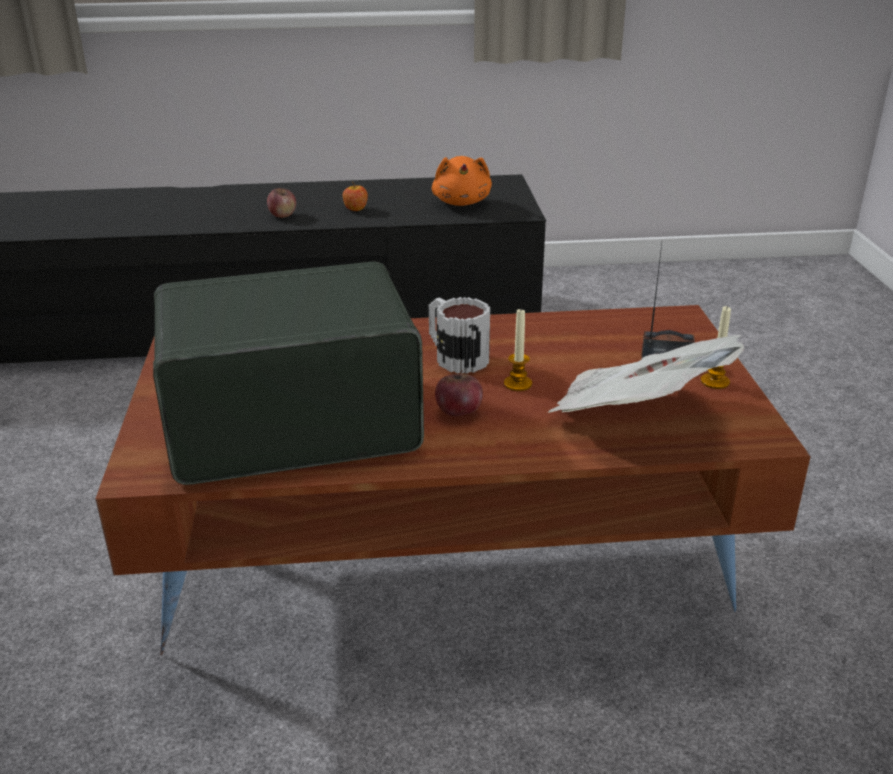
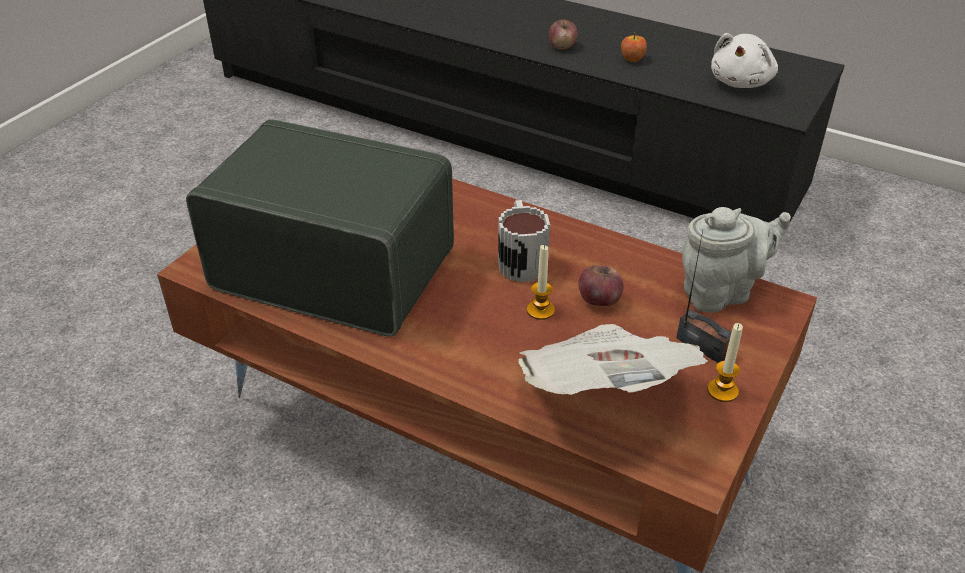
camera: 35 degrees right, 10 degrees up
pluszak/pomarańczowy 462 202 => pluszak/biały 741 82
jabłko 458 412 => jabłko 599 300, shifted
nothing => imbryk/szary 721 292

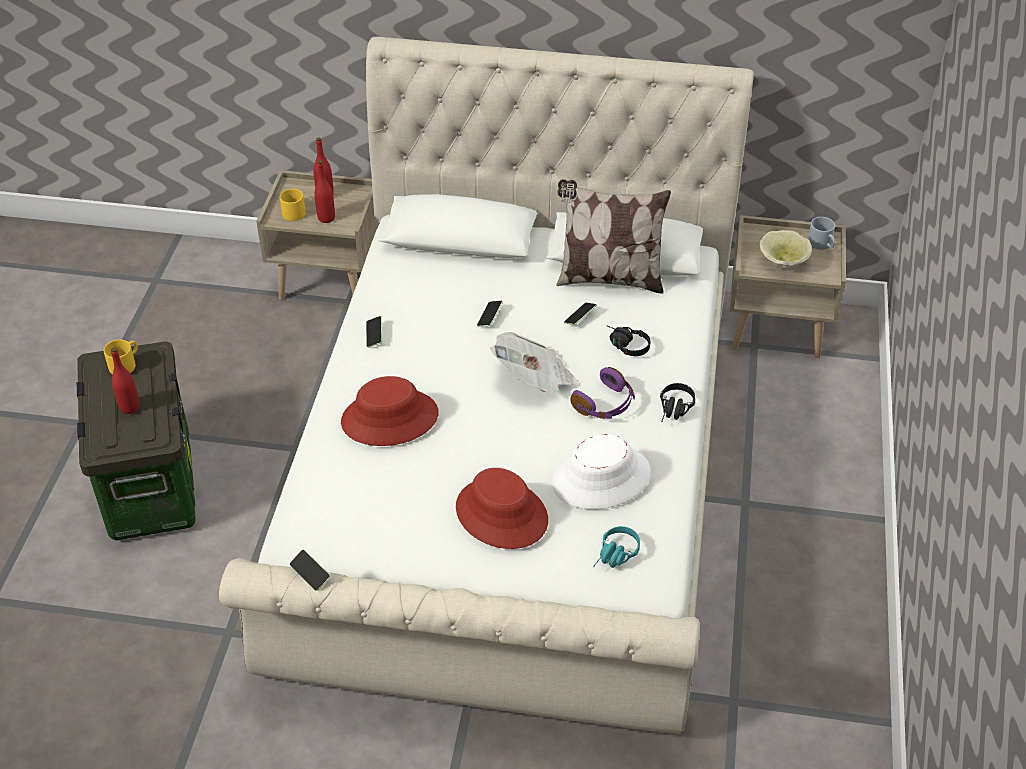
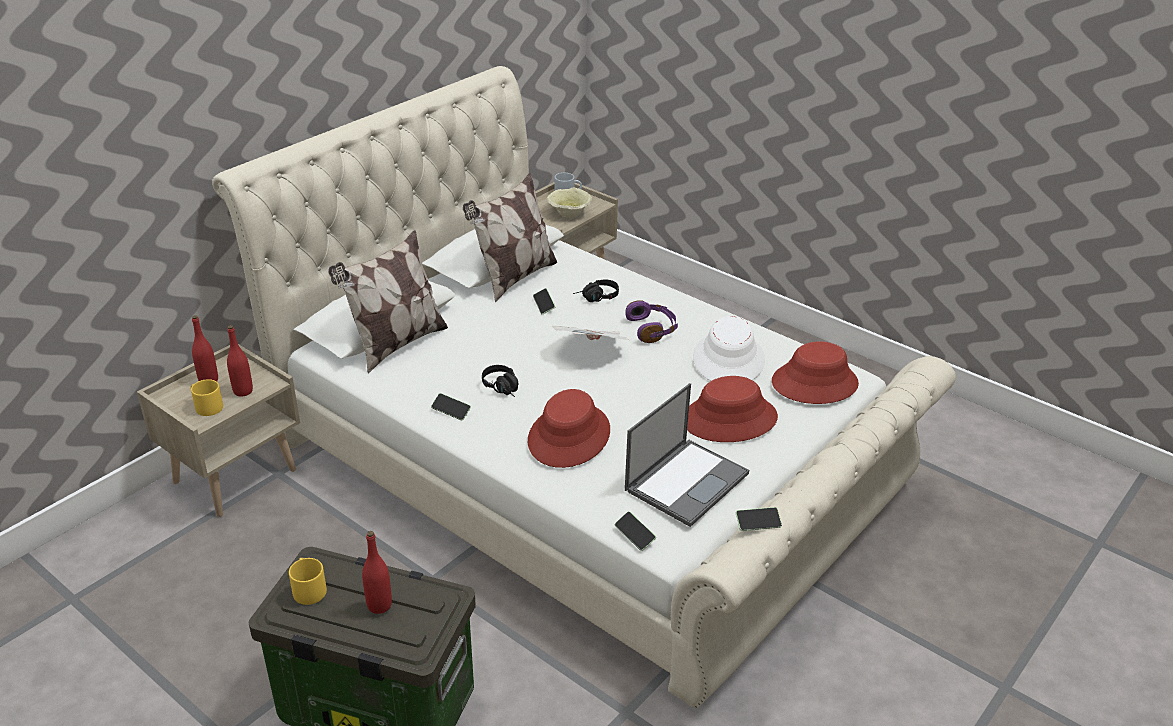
camera: 60 degrees left, 10 degrees down
telefon 489 317 => telefon 634 535, shifted
słuchawki/turkusowy 615 557 => kapelusz/czerwony 814 383
słuchawki/czarny 674 411 => słuchawki/czarny 504 389, shifted
nothing => poduszka 396 344
nothing => laptop 687 481

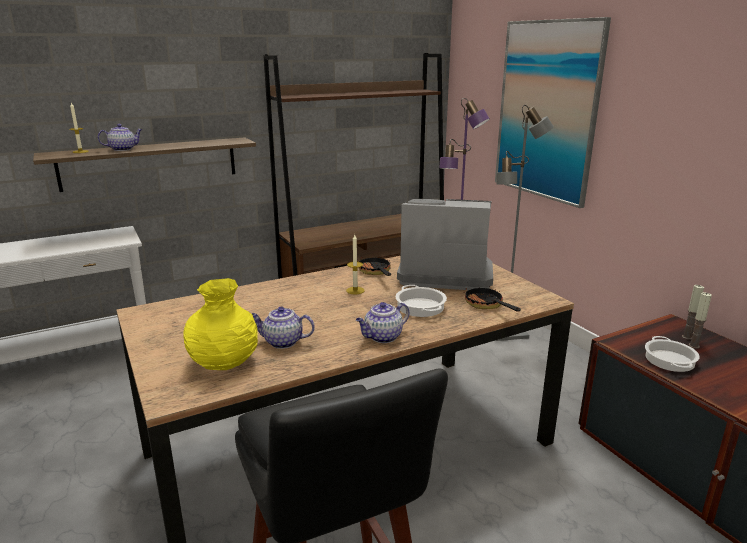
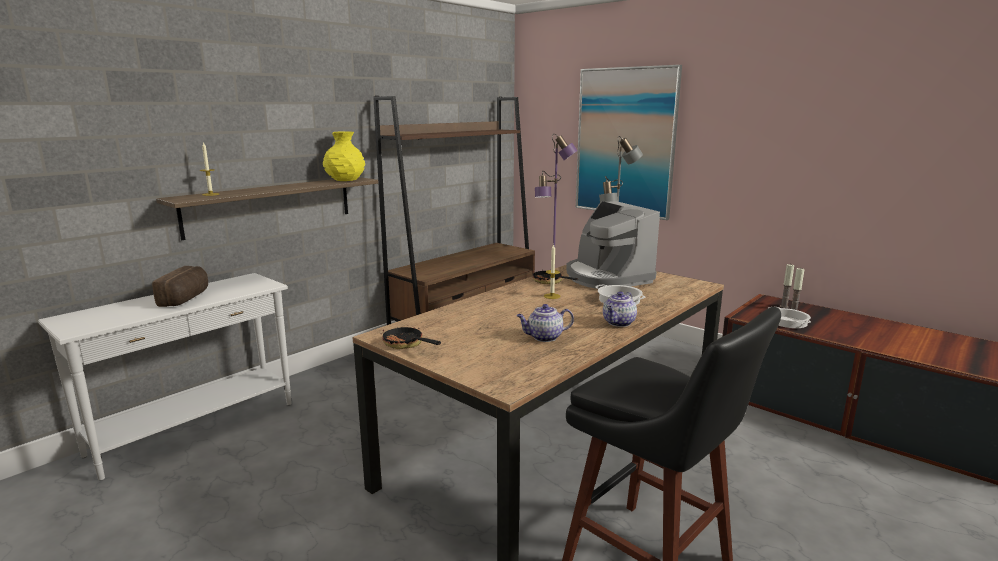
camera: 20 degrees left, 5 degrees down
imbryk 123 149 => nothing
wazon/żółty 223 363 => wazon/żółty 345 180, shifted
ekspres do kawy 444 274 => ekspres do kawy 606 277, 105 degrees counterclockwise
patelnia 487 305 => patelnia 407 345, shifted
nothing => chleb 187 298

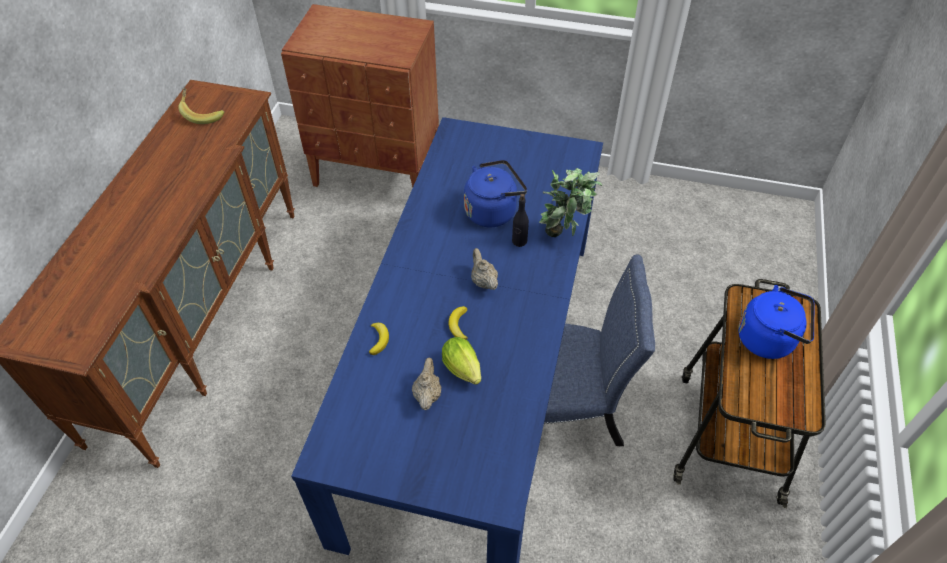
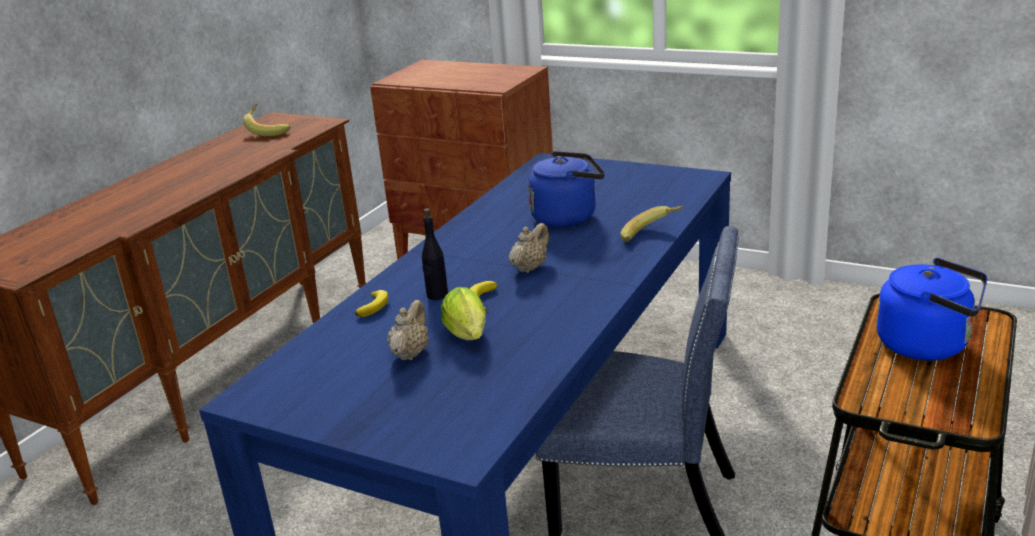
camera: 15 degrees right, 25 degrees down
imbryk/beżowy 483 281 => imbryk/beżowy 530 267, 45 degrees clockwise
butelka/czarny 519 241 => butelka/czarny 437 295, shifted
roślina doniczkowa 564 234 => banan 652 236

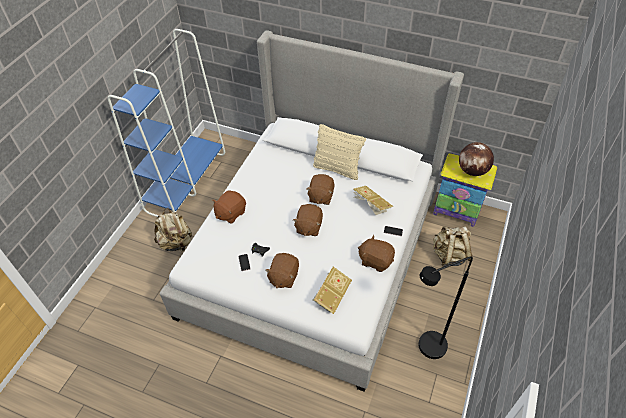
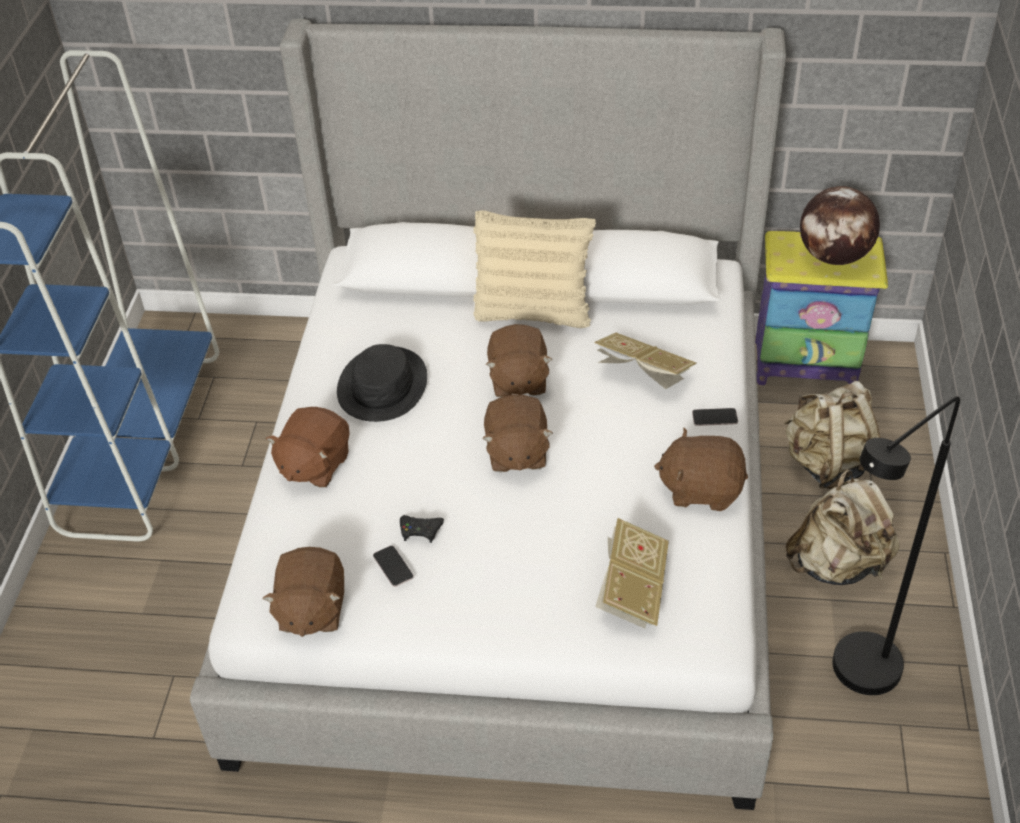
camera: 15 degrees left, 5 degrees down
plecak/beżowy 176 243 => plecak/beżowy 838 564, shifted
pluszak/brązowy 283 277 => pluszak/brązowy 311 610, shifted
nothing => kapelusz/czarny 383 386

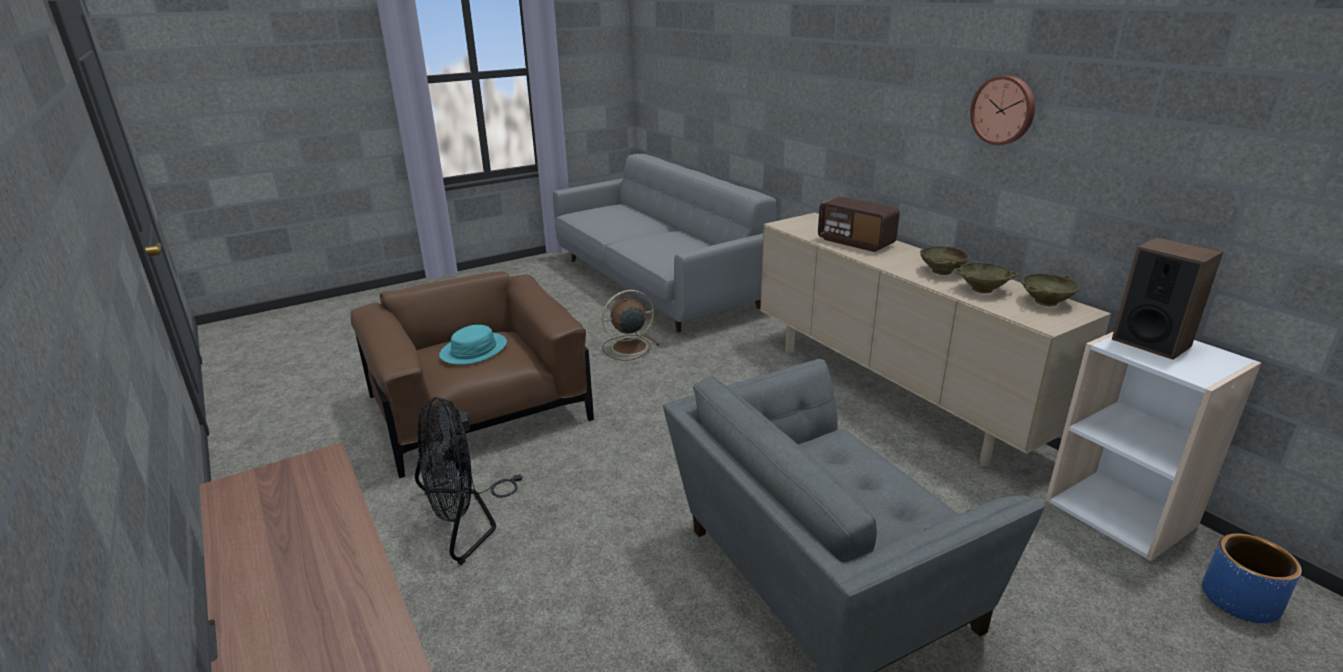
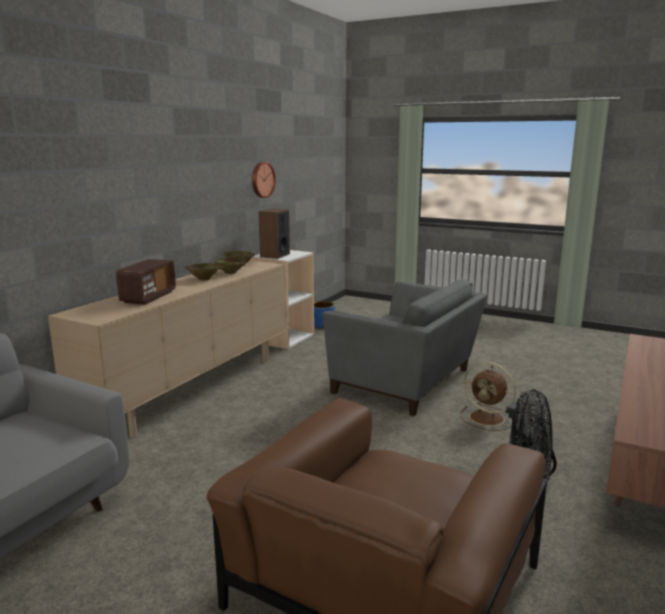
camera: 120 degrees left, 10 degrees down
kapelusz/turkusowy 474 350 => nothing
wentylator/brązowy 628 347 => wentylator/brązowy 488 418, shifted
zegar ścienny 1004 110 => zegar ścienny 262 179, shifted

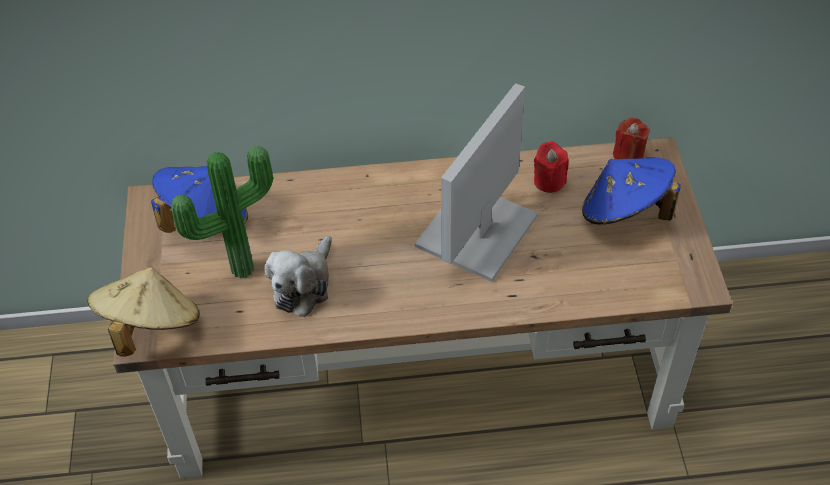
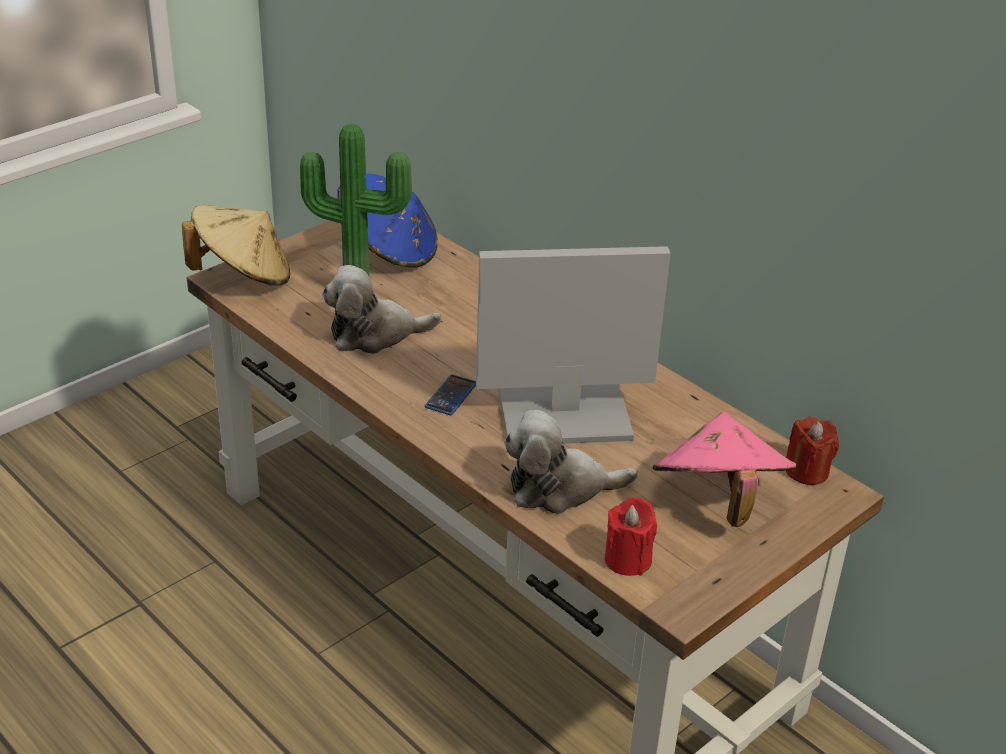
camera: 50 degrees right, 15 degrees down
świeca/czerwony 549 181 => świeca/czerwony 628 559, shifted
kapelusz/niebieski 624 212 => kapelusz/różowy 718 501
nothing => telefon 451 395
nothing => pluszak 560 488

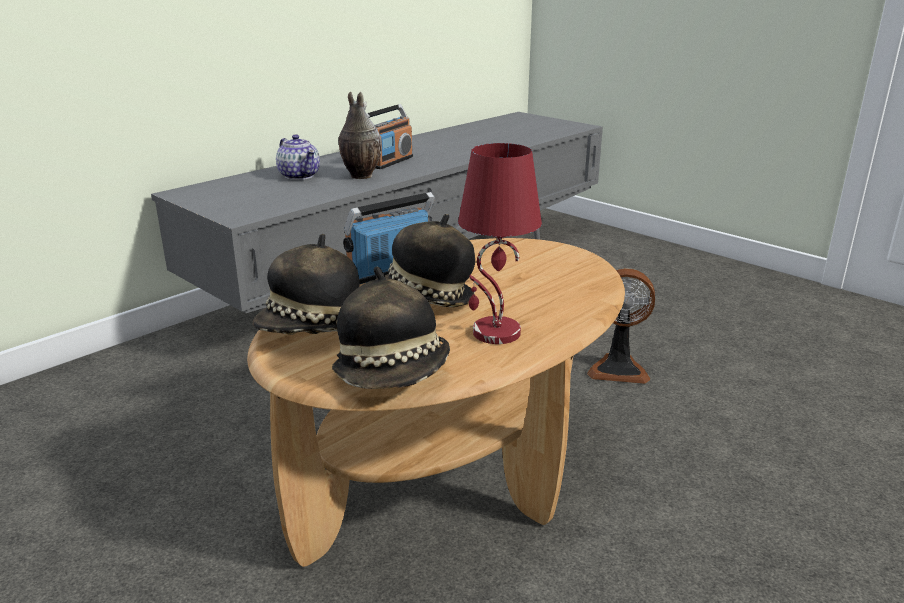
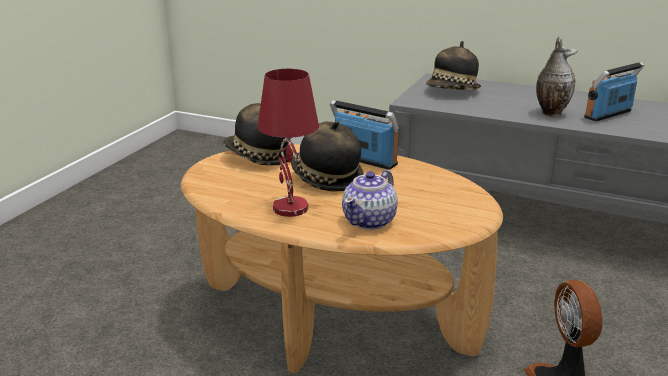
camera: 70 degrees right, 0 degrees up
imbryk 299 176 => imbryk 370 221, shifted
kapelusz 394 374 => kapelusz 452 91, shifted
radio 390 162 => radio 608 114, 135 degrees clockwise

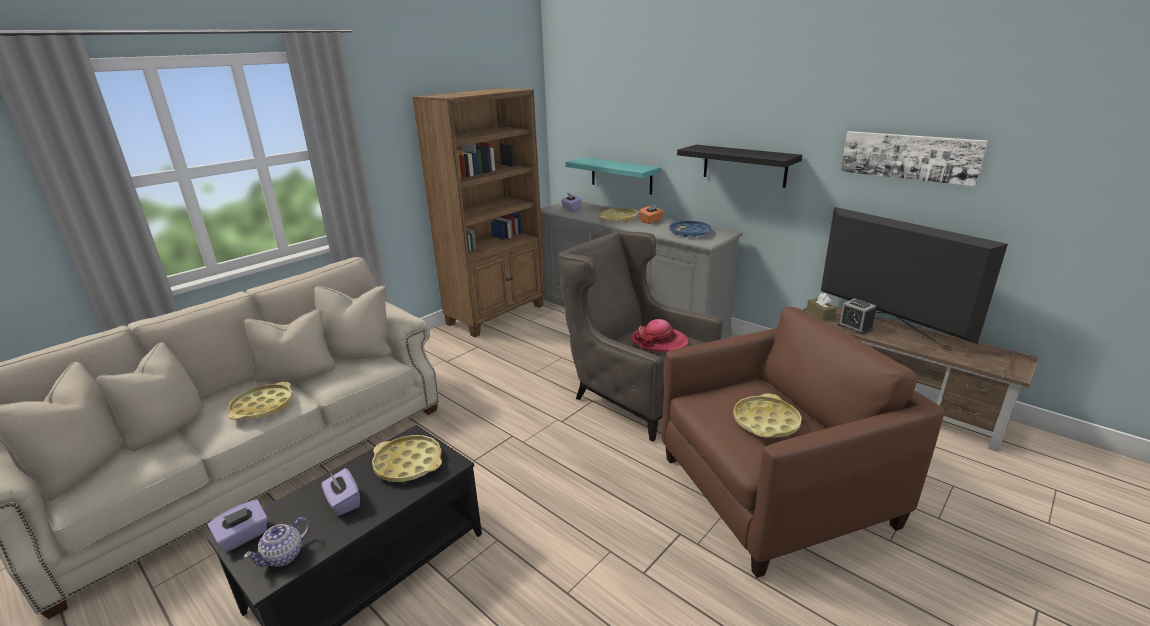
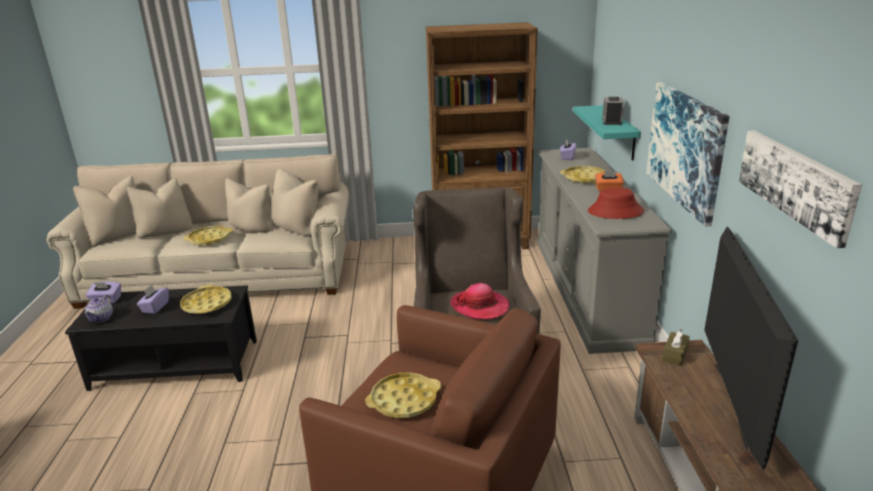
camera: 45 degrees right, 0 degrees up
imbryk 284 556 => imbryk 102 318, 75 degrees counterclockwise
taca/niebieski 689 232 => kapelusz/czerwony 615 212
półka/czarny 744 165 => obraz 685 148
budzik 855 327 => budzik 612 121, shifted

